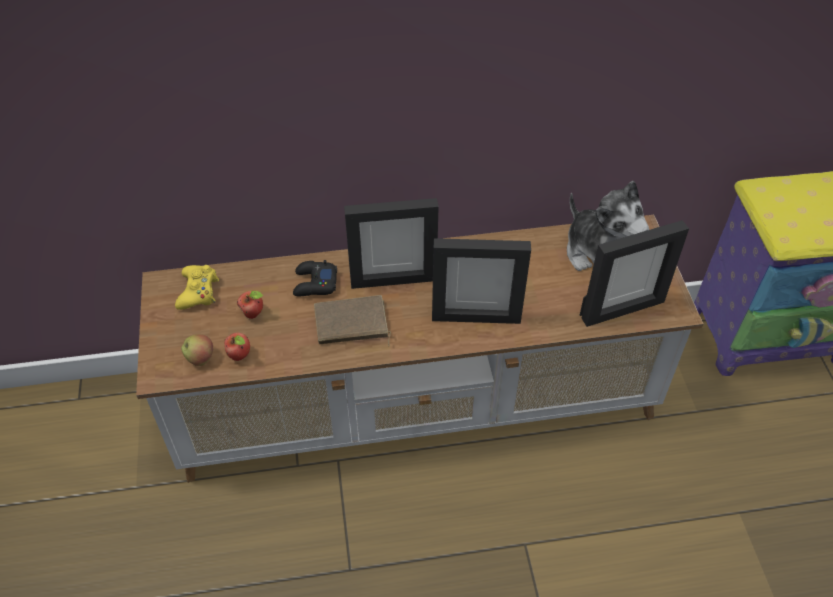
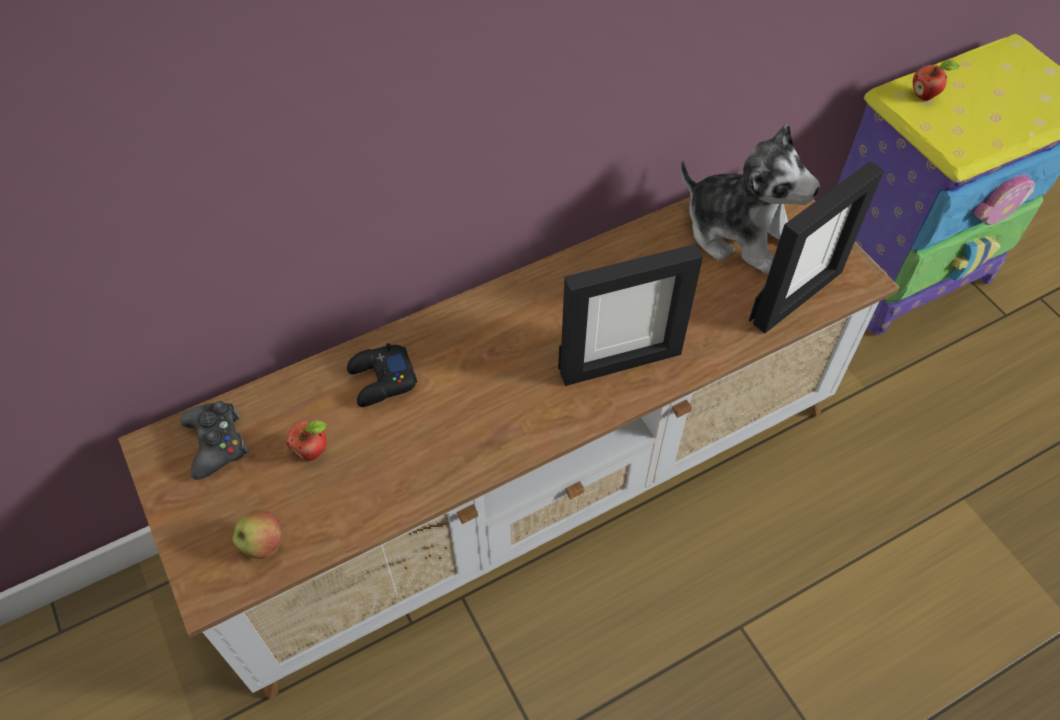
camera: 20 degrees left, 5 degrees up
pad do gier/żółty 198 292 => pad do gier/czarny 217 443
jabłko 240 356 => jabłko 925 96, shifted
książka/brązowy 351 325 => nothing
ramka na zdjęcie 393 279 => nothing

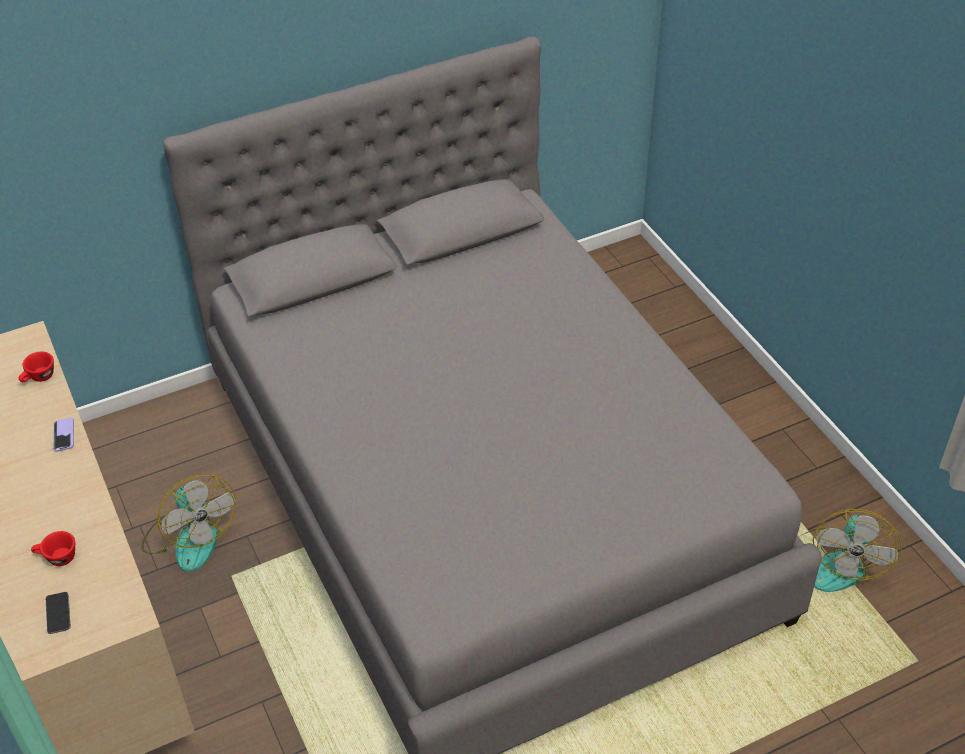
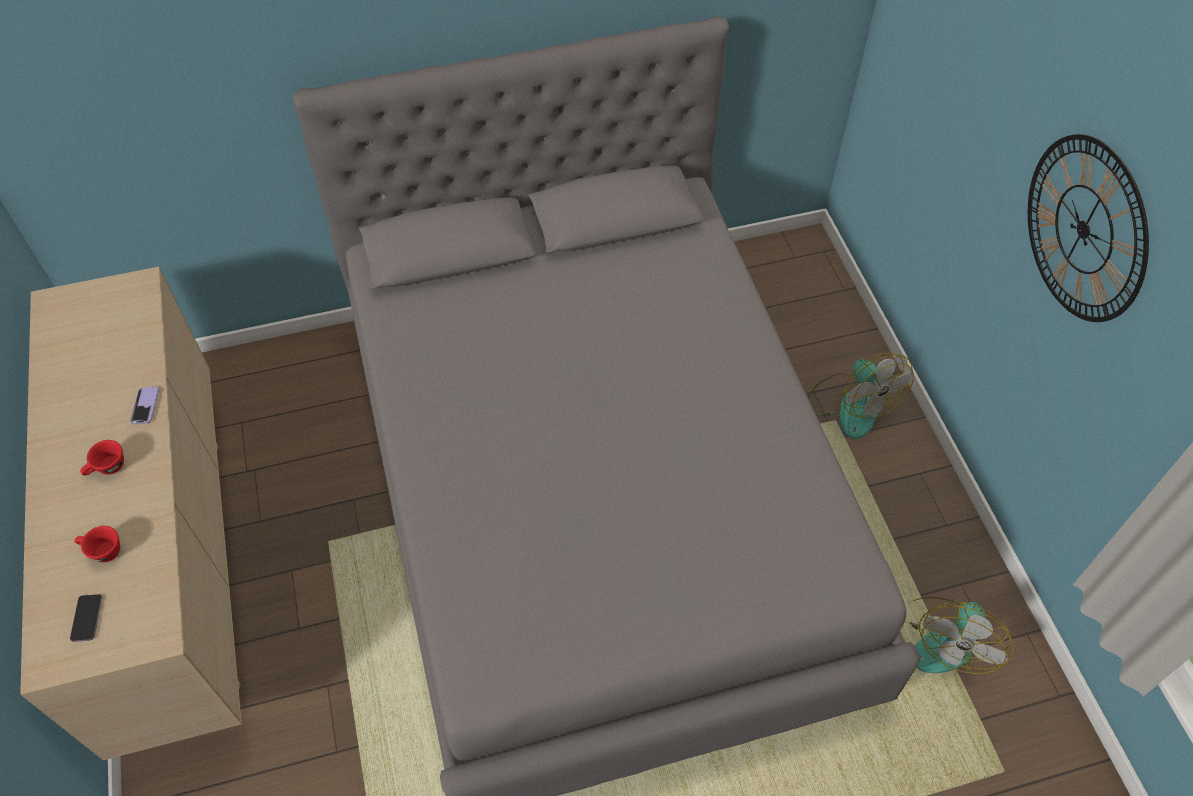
camera: 10 degrees right, 10 degrees up
filiżanka/czerwony 39 378 => filiżanka/czerwony 107 468, shifted
wentylator 190 537 => wentylator 850 405, shifted
nothing => zegar ścienny 1084 229

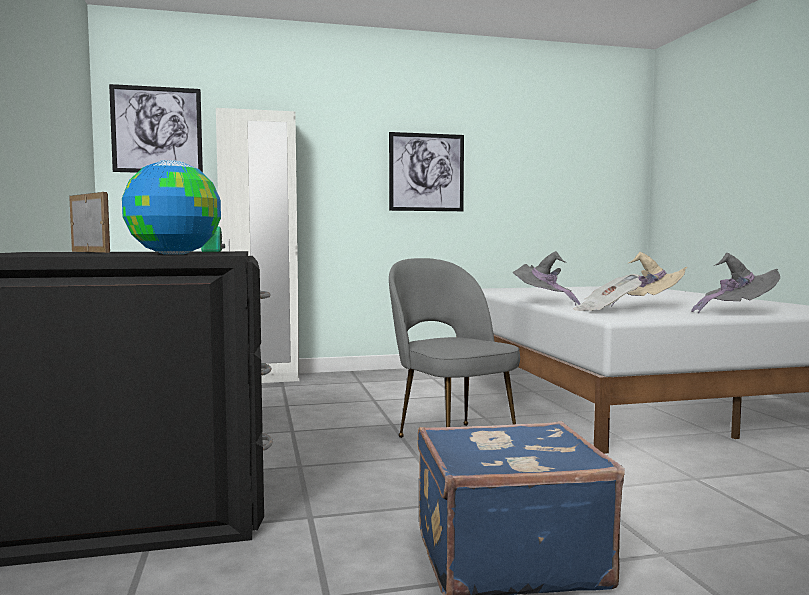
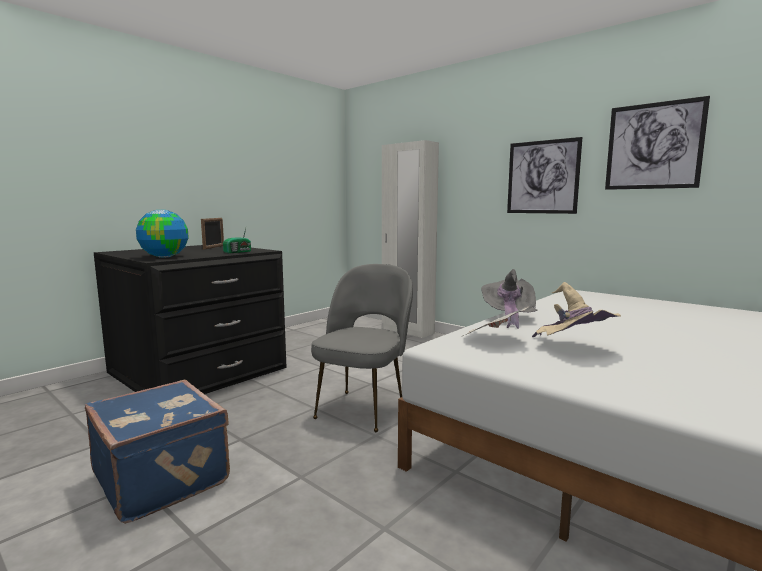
camera: 55 degrees right, 5 degrees up
obraz 157 130 => obraz 653 146, shifted
kapelusz/szary 737 312 => nothing

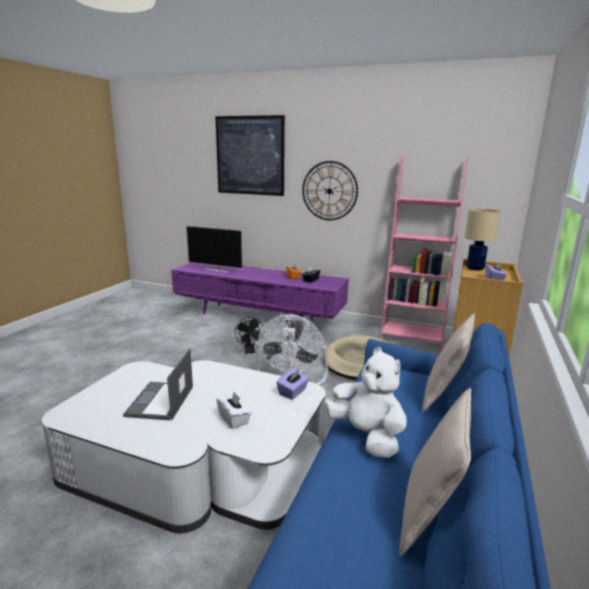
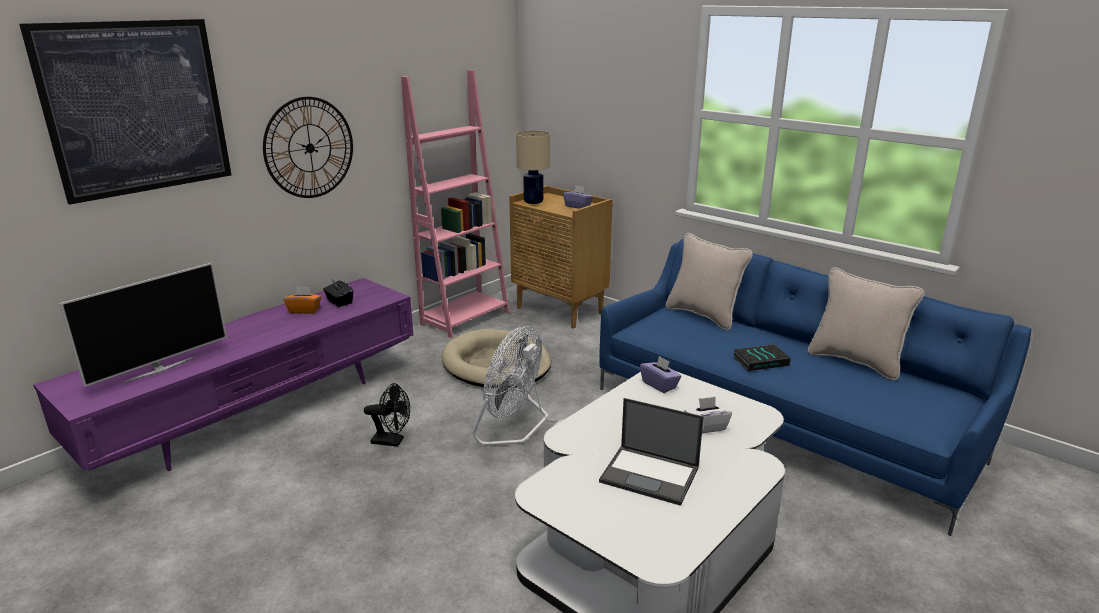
camera: 70 degrees left, 5 degrees up
pluszak/biały 366 436 => książka 760 361

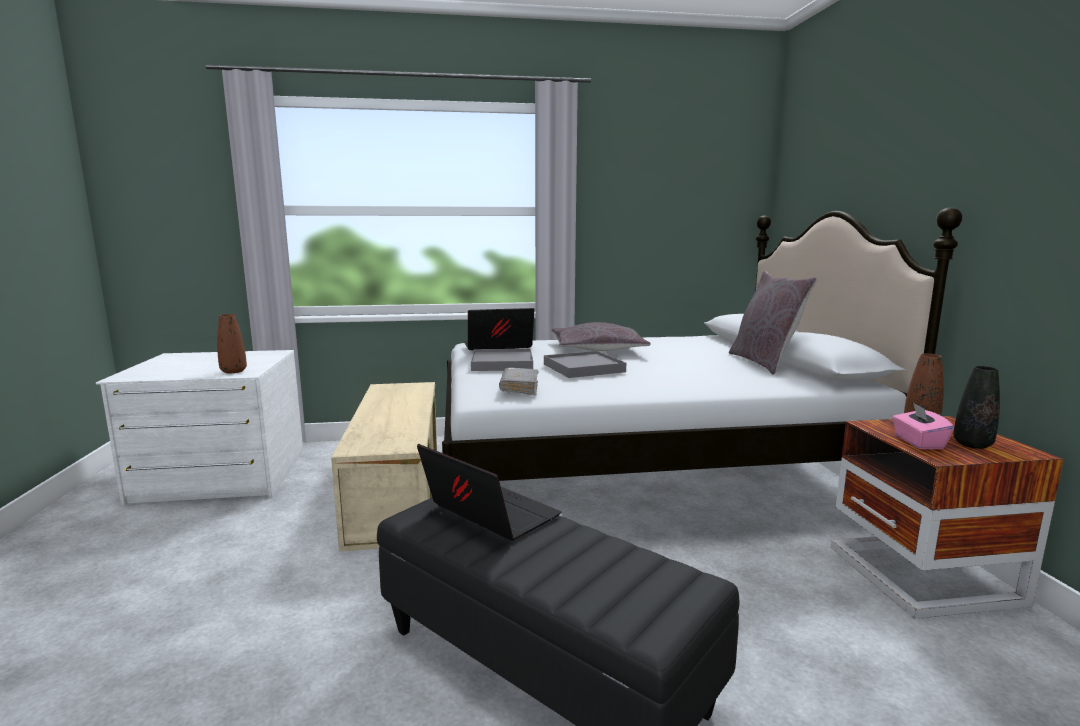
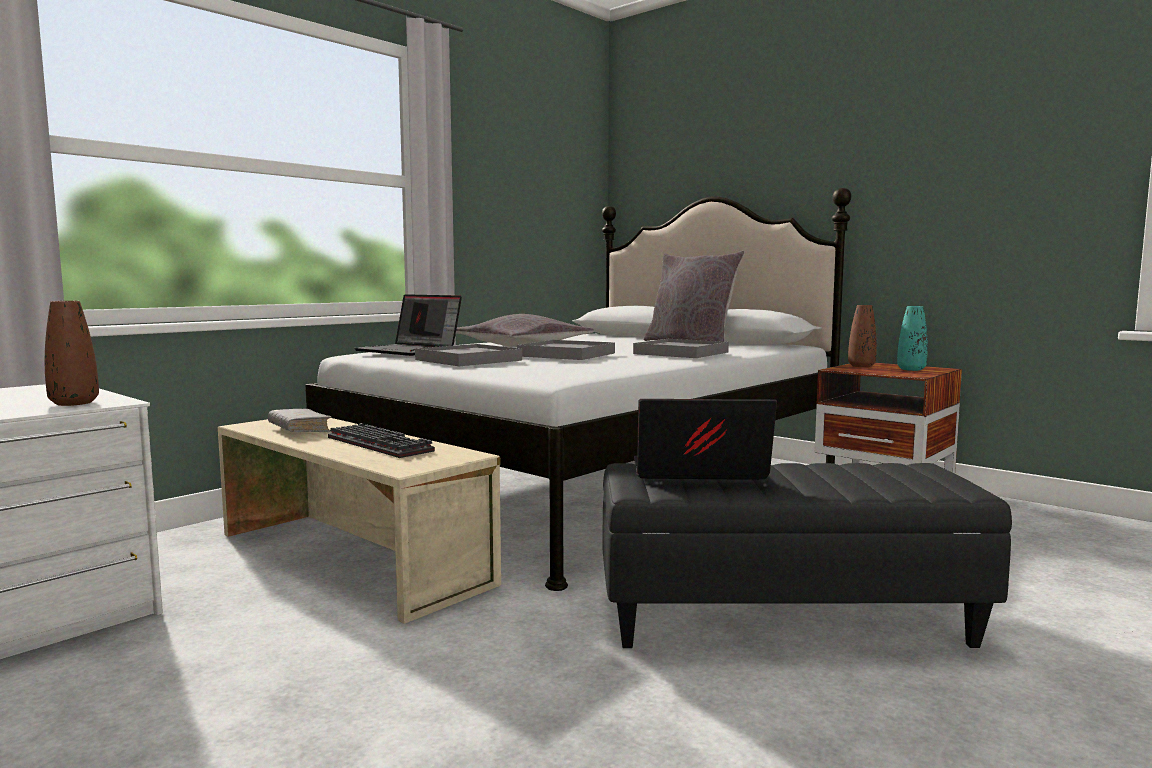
camera: 40 degrees left, 5 degrees down
laptop 497 347 => laptop 410 351, 90 degrees counterclockwise
książka/szary 519 388 => książka/szary 299 430, shifted
pudełko chusteczek/różowy 918 442 => nothing
wazon/czarny 972 444 => wazon/turkusowy 911 369
nothing => klawiatura 382 444
nothing => taca/szary 681 353

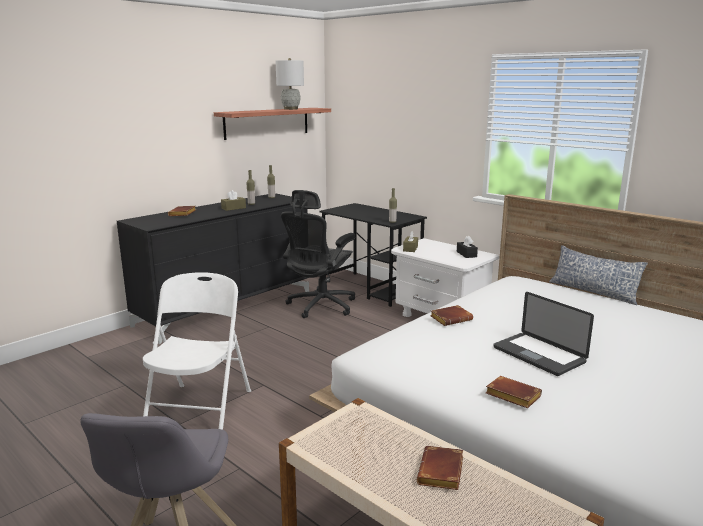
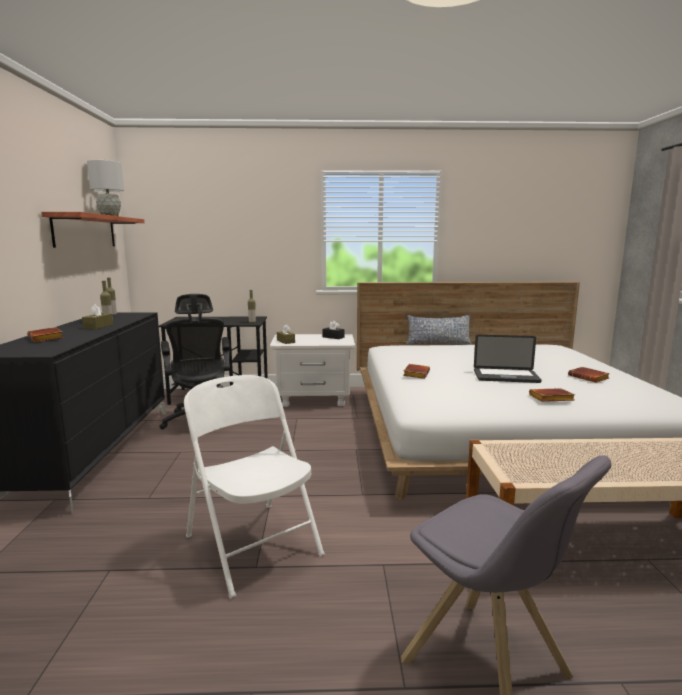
camera: 45 degrees left, 5 degrees down
książka/brązowy 442 473 => książka/brązowy 589 378, shifted

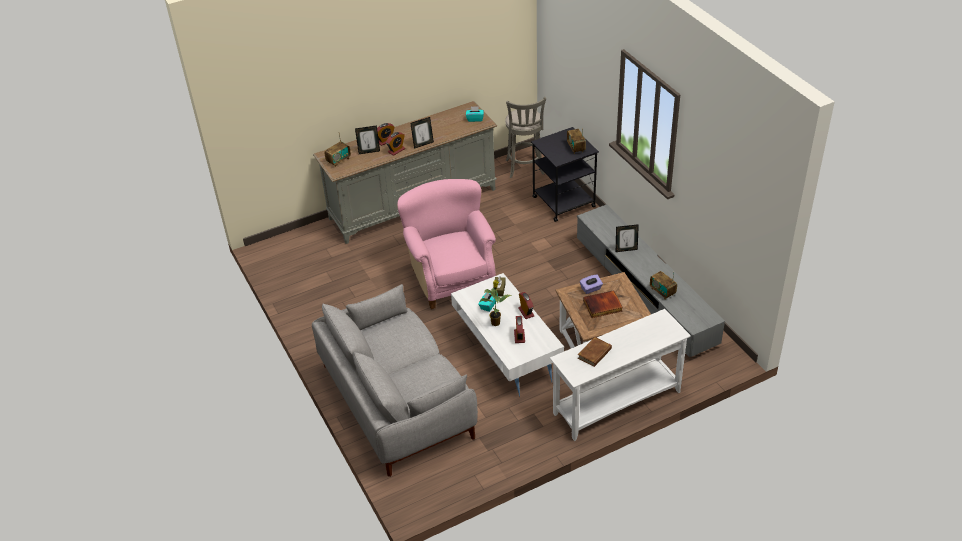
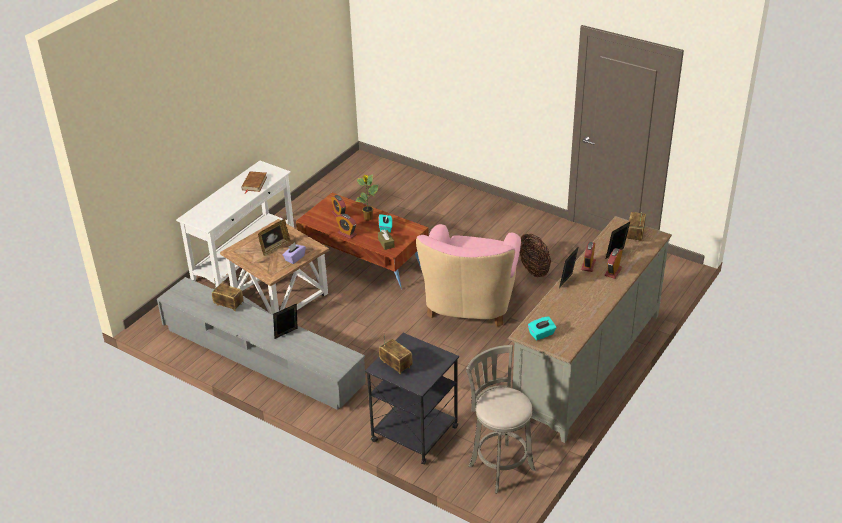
camera: 150 degrees right, 5 degrees down
kanapa/szary 398 400 => nothing
fotel/różowy 451 277 => fotel/różowy 470 304, 60 degrees clockwise
ława/biały 506 352 => ława/brązowy 364 261
książka 602 306 => ramka na zdjęcie 275 247
nothing => koszyk 533 269

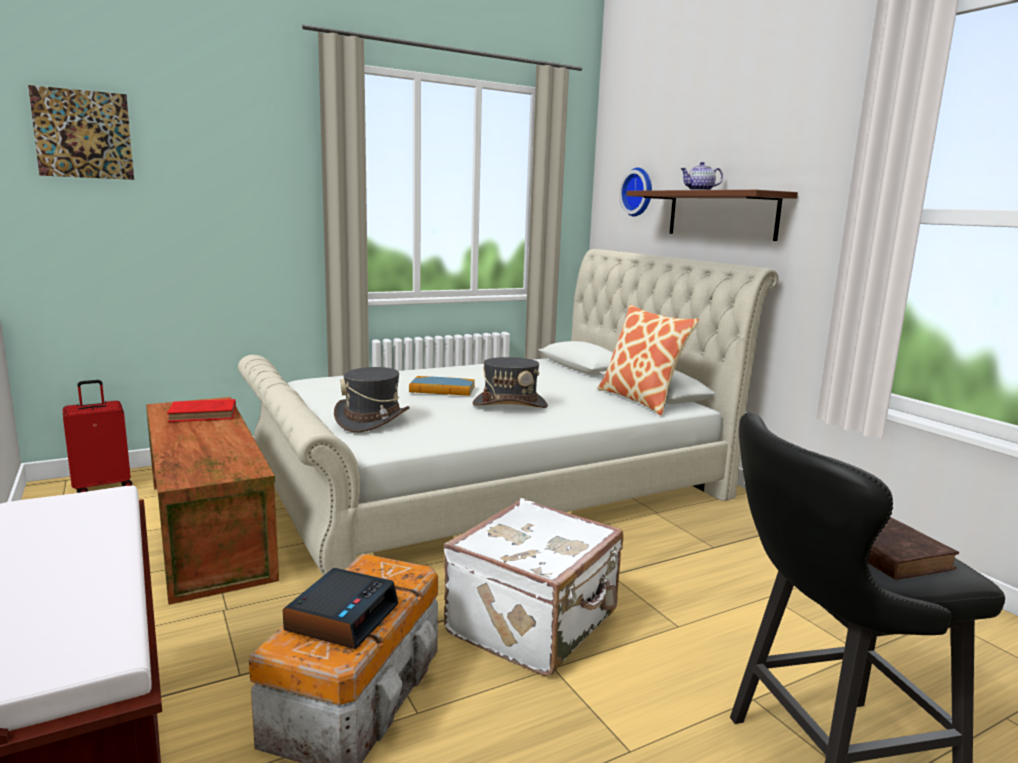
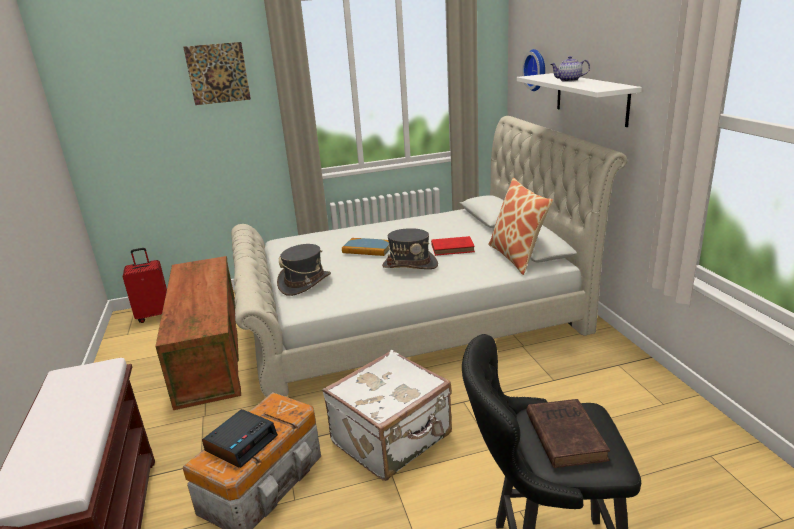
camera: 15 degrees right, 10 degrees up
obraz 83 134 => obraz 218 73, shifted
książka/czerwony 205 414 => książka/czerwony 454 248, shifted
półka/brązowy 721 214 => półka/biały 591 98

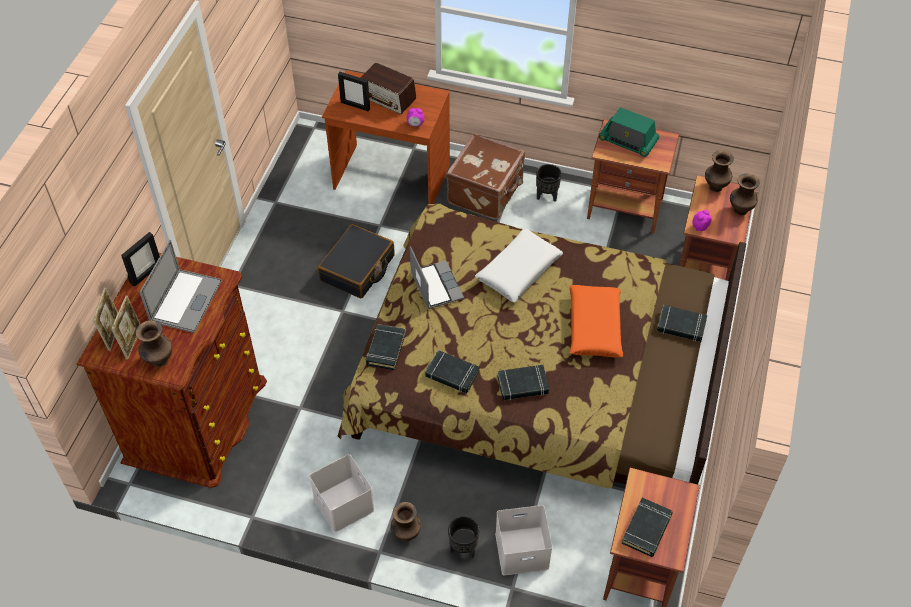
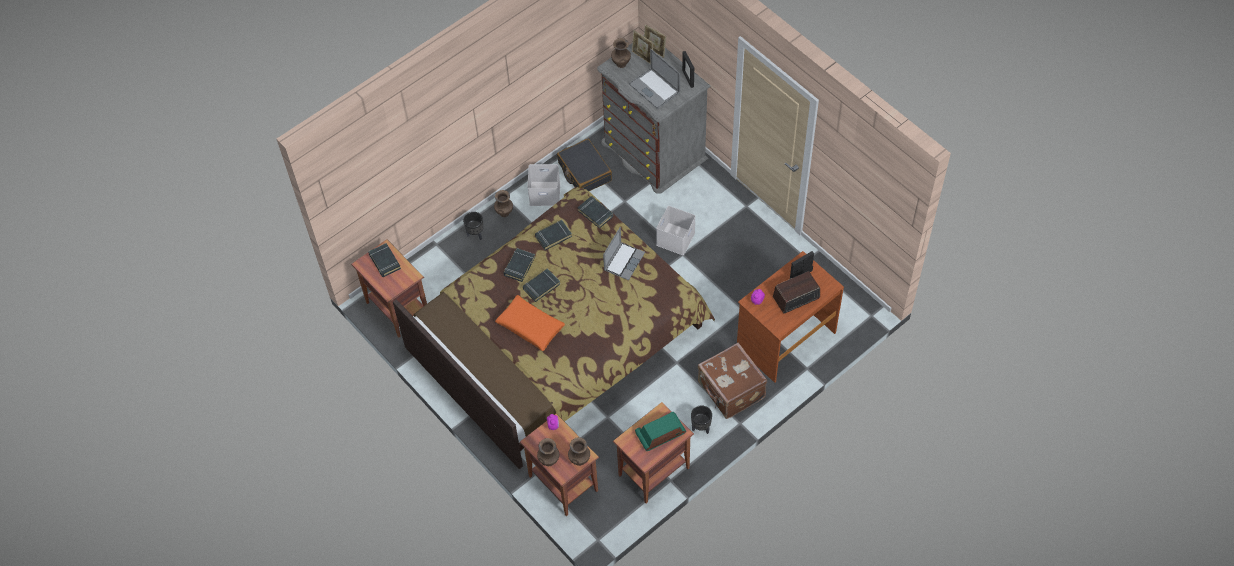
camera: 125 degrees right, 5 degrees up
komoda/brązowy 196 418 => komoda/szary 654 150
walizka/czarny 357 268 => walizka/czarny 584 172, shifted
laptop 435 285 => laptop 624 261, 75 degrees counterclockwise
poduszka/biały 518 271 => nothing
pojemnik do przechowywania/biały 523 549 => pojemnik do przechowywania/biały 676 239, shifted
książka/czarny 681 326 => książka/czarny 541 286, shifted

